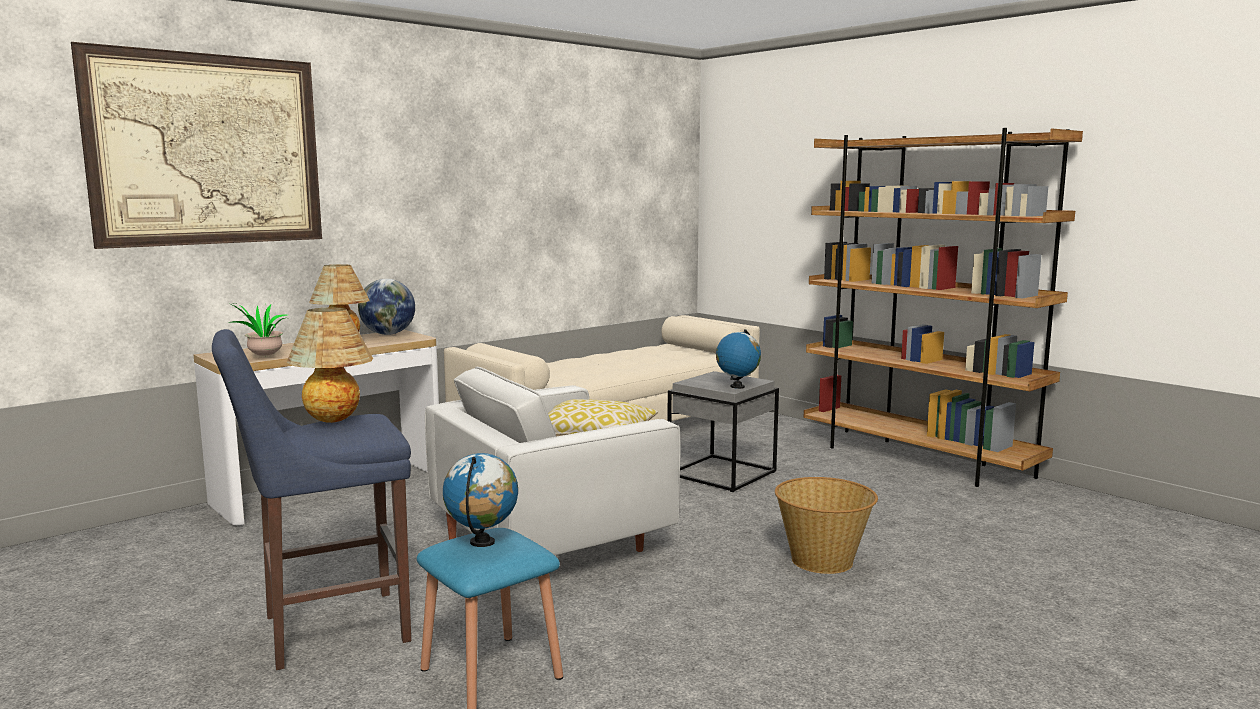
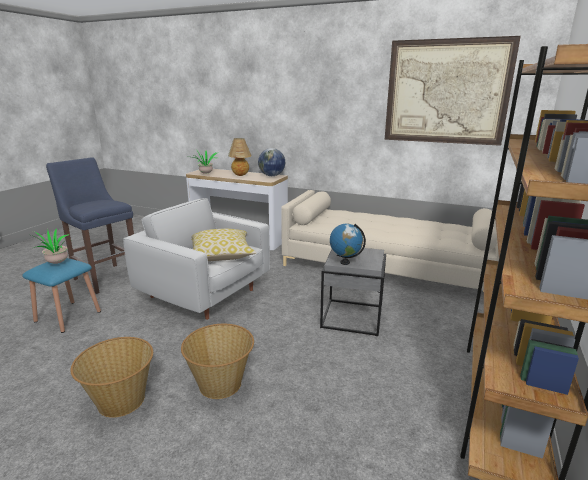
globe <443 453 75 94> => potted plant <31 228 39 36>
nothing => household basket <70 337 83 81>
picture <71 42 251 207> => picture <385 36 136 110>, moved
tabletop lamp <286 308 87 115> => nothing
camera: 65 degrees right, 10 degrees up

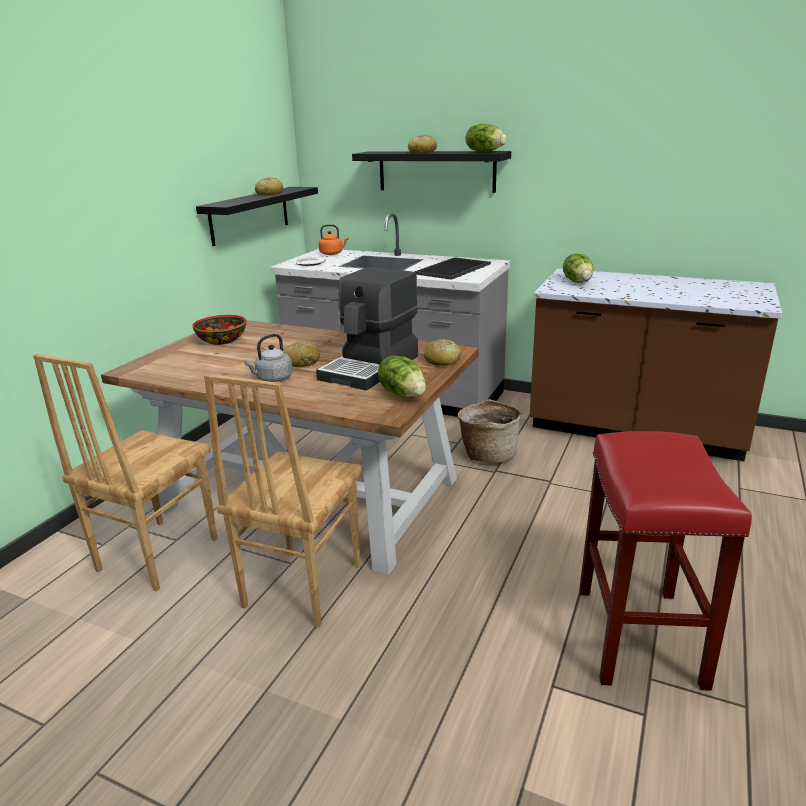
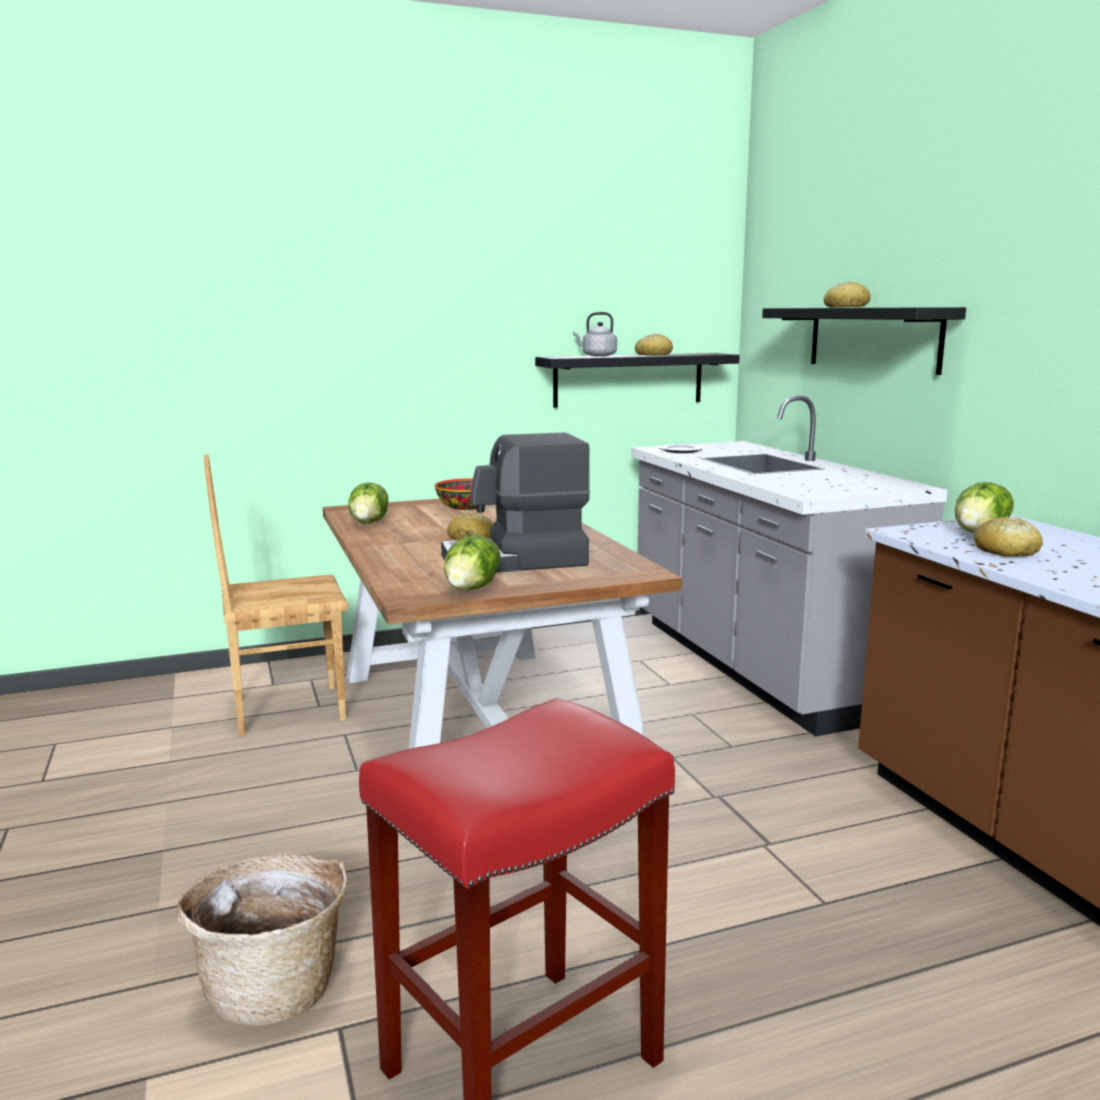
household basket <458 399 63 64> => household basket <177 855 171 171>, moved
lettuce head <465 124 42 28> => lettuce head <349 482 40 41>, moved
greyish water kettle <244 334 49 48> => greyish water kettle <573 312 44 44>, moved
baked bread <424 339 37 27> => baked bread <974 516 69 41>, moved
brownish plain chair <204 374 159 254> => nothing
orangey water kettle <318 224 31 31> => nothing
serving tray <414 257 77 23> => nothing
camera: 45 degrees right, 10 degrees down

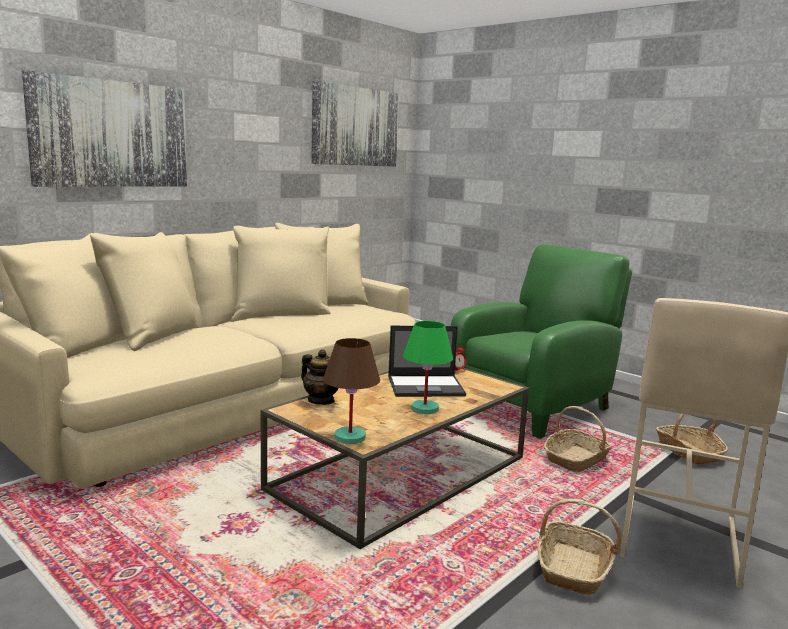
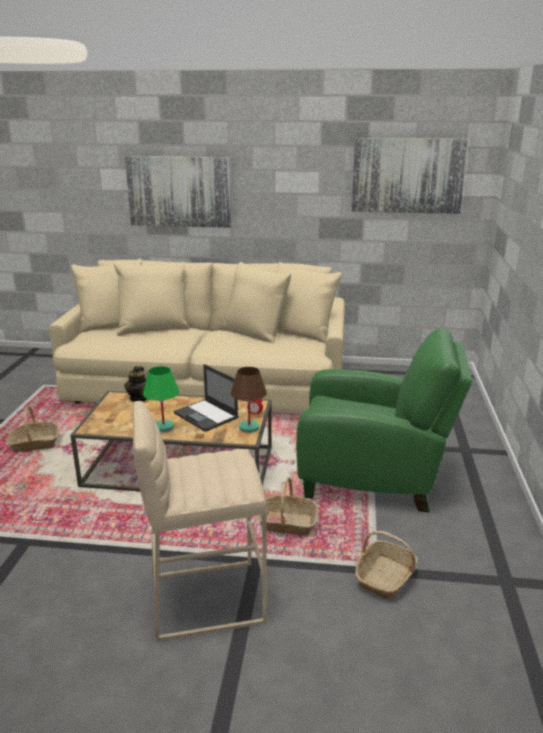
household basket <537 499 84 96> => household basket <7 406 52 46>, moved
brownish tabletop lamp <323 338 57 106> => brownish tabletop lamp <231 367 36 66>, moved
camera: 55 degrees right, 10 degrees up

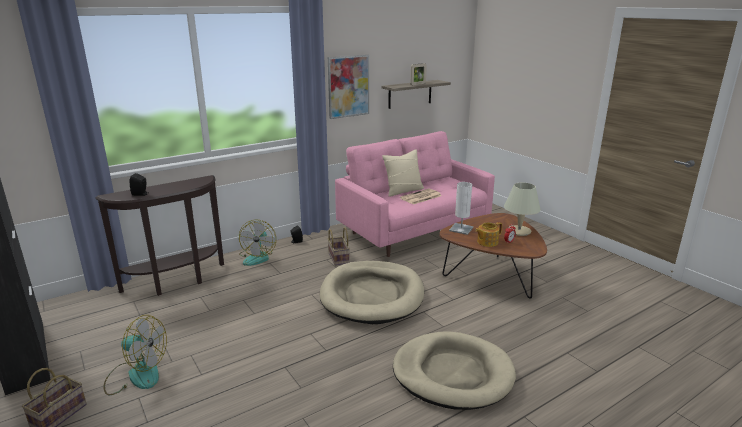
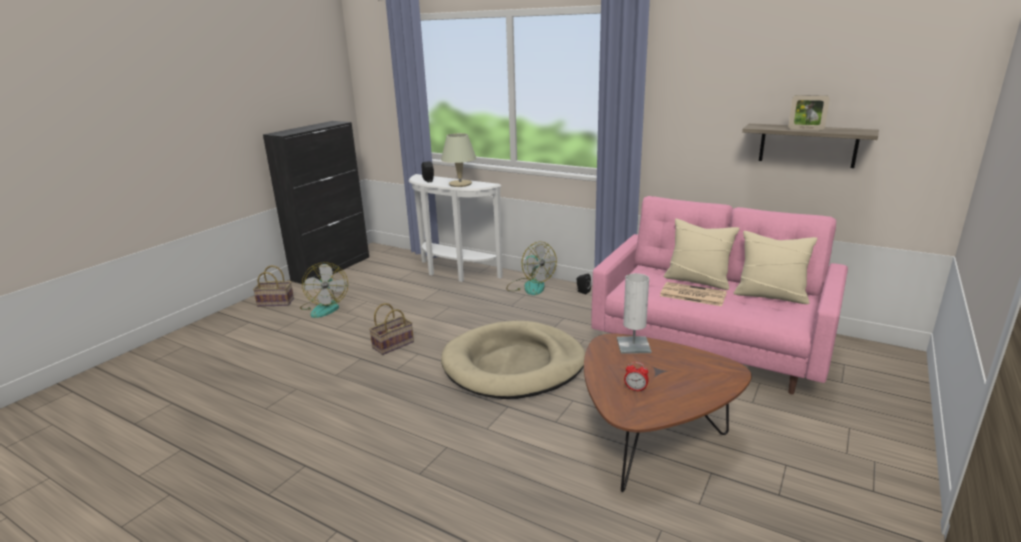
household basket <328 227 22 39> => household basket <369 303 45 52>, moved
brownish hall table <95 175 129 121> => white hall table <409 174 94 108>
sand-coloured tabletop lamp <504 182 37 54> => sand-coloured tabletop lamp <441 133 35 54>, moved
electric fan <239 219 37 47> => electric fan <506 242 51 53>, 105 degrees counterclockwise
nothing => sand-coloured pillow <734 231 83 73>
picture <328 55 41 64> => nothing
sand-coloured dog cushion <393 332 123 78> => nothing
teapot <475 222 27 25> => nothing
camera: 65 degrees right, 0 degrees up

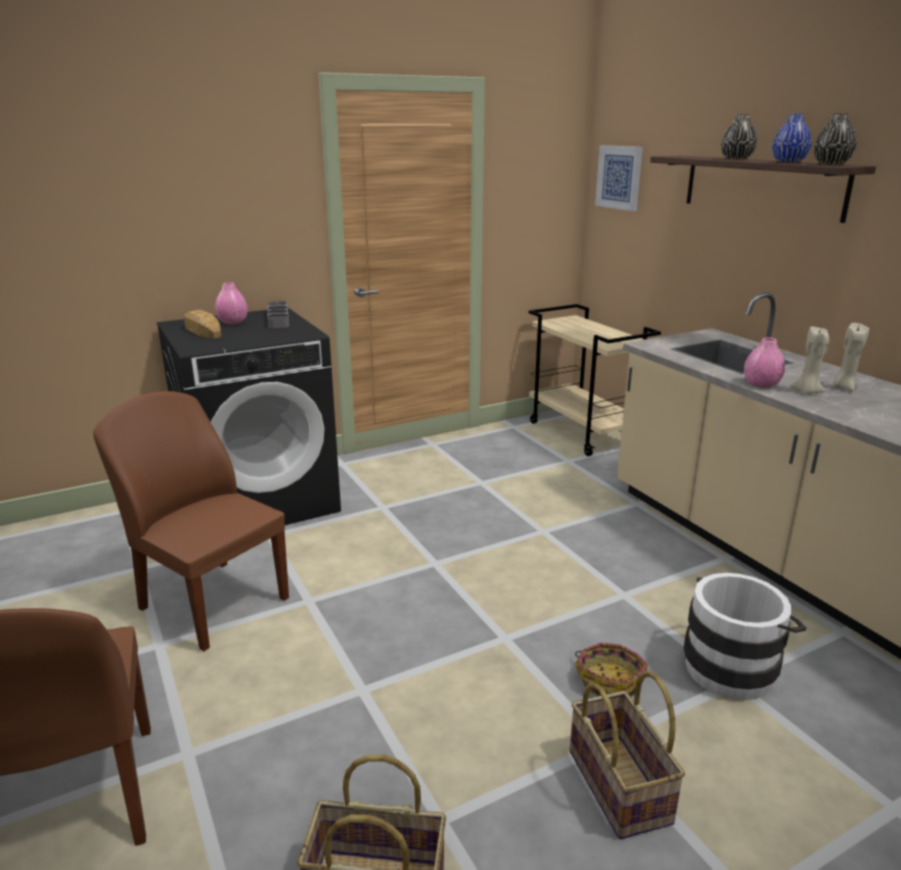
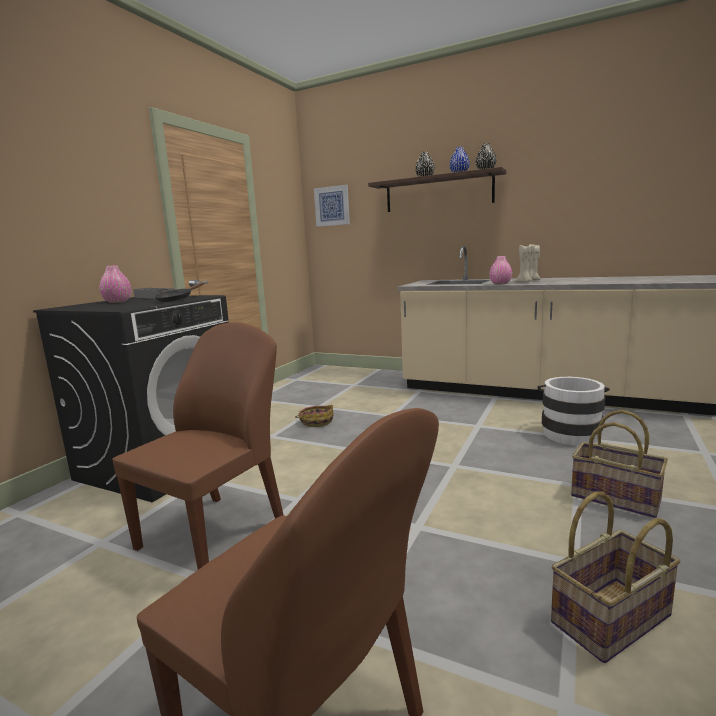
brownish plain chair <93 391 196 260> => brownish plain chair <112 322 172 248>, 120 degrees clockwise
nothing => blackish skillet <154 282 50 20>
household basket <575 643 73 54> => household basket <295 405 39 22>, moved
baked bread <184 310 37 28> => nothing
sand-coloured wheeled cart <529 304 132 152> => nothing
camera: 35 degrees left, 10 degrees down

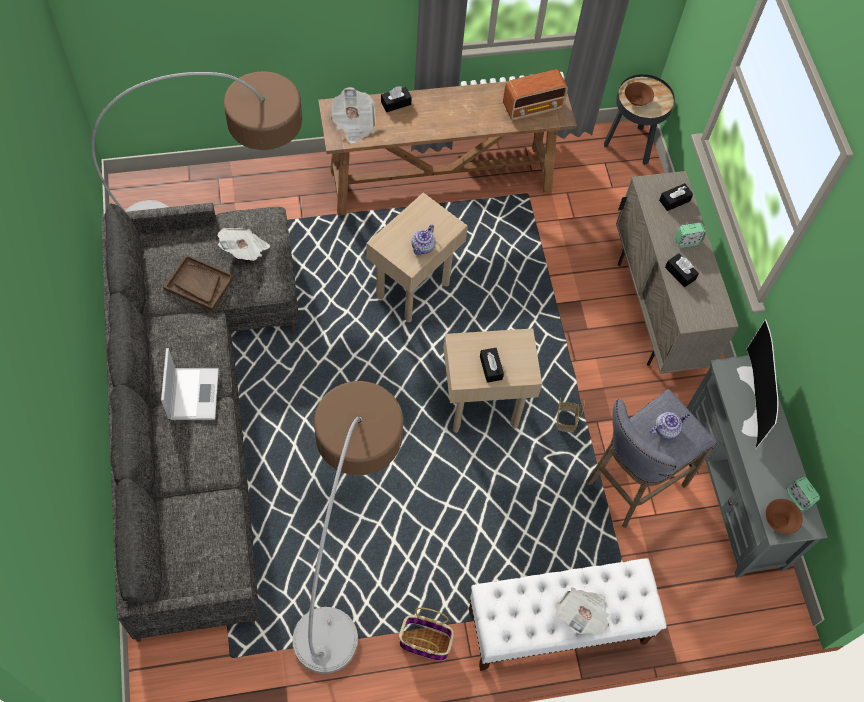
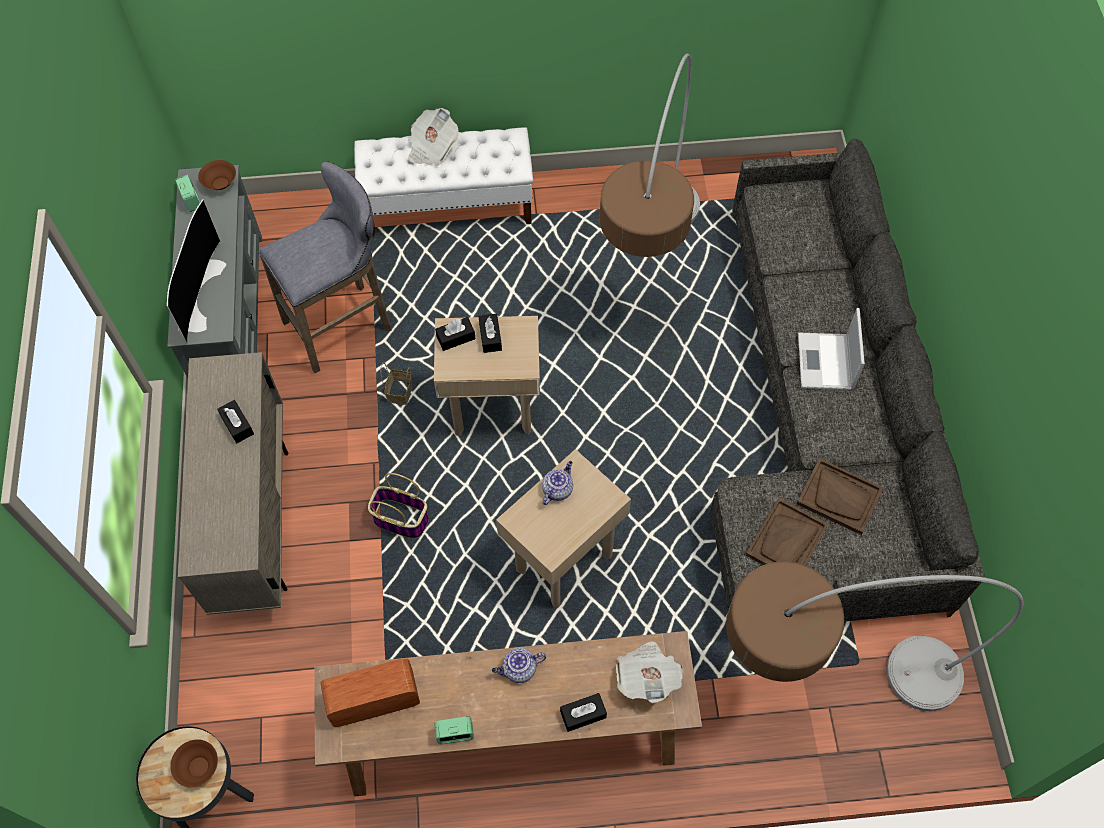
household basket <399 607 55 54> => household basket <368 473 61 66>, moved
table clock <675 223 31 25> => table clock <434 717 40 27>, moved
blackish box of tissues <659 183 34 28> => blackish box of tissues <435 317 40 34>, moved
teapot <649 412 41 27> => teapot <492 648 54 35>, moved
printed paper <217 228 53 33> => brownish serving tray <746 498 82 68>
camera: 170 degrees left, 0 degrees up

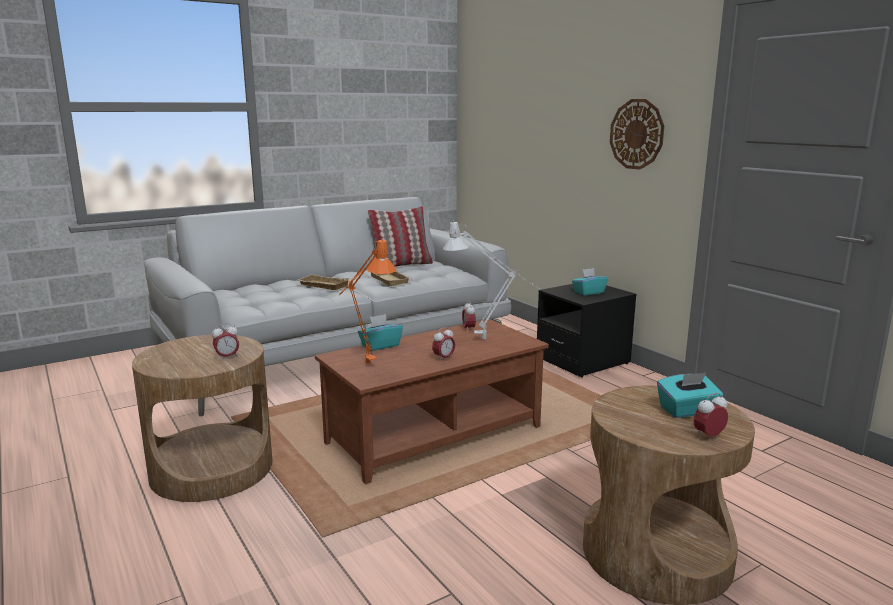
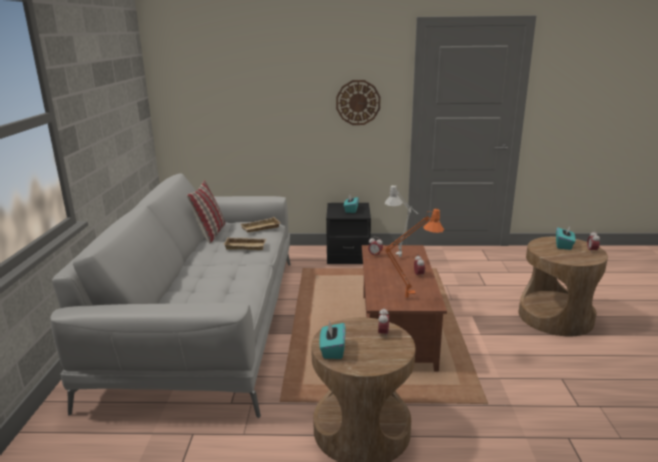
sand-coloured serving tray <297 274 53 16> => sand-coloured serving tray <241 217 40 15>, moved
turquoise-coloured box of tissues <358 314 45 37> => turquoise-coloured box of tissues <319 320 26 39>, moved
camera: 55 degrees left, 5 degrees up

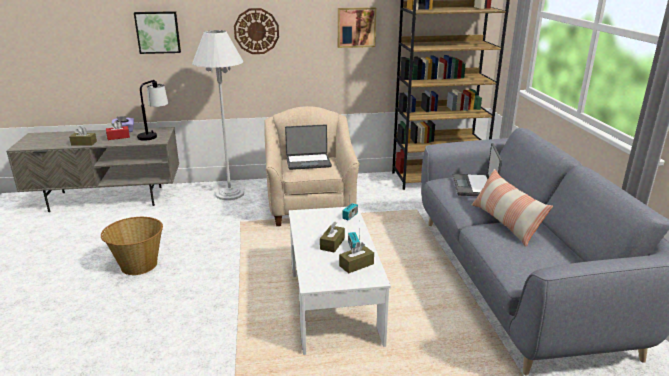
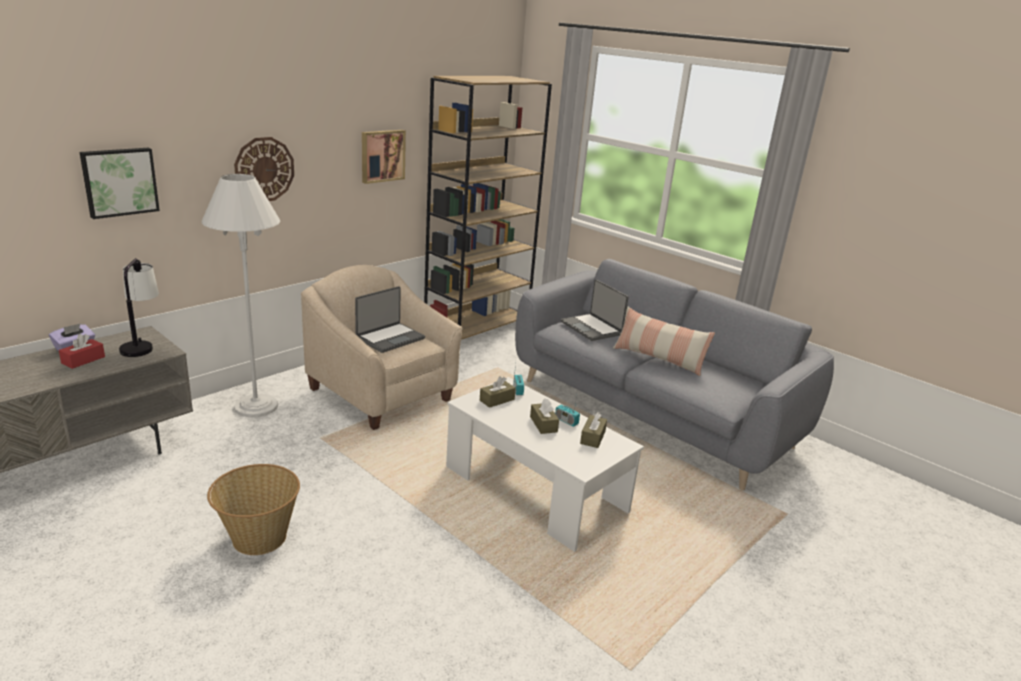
brownish box of tissues <69 126 28 19> => brownish box of tissues <480 376 36 32>, moved
camera: 40 degrees left, 0 degrees up

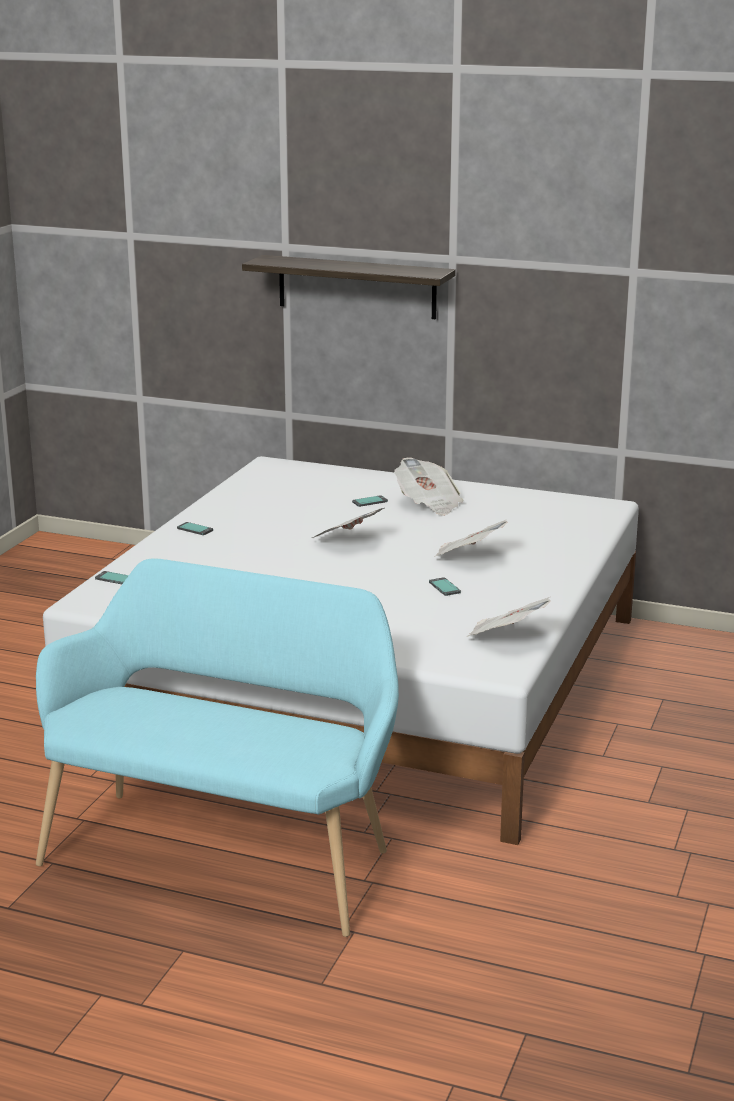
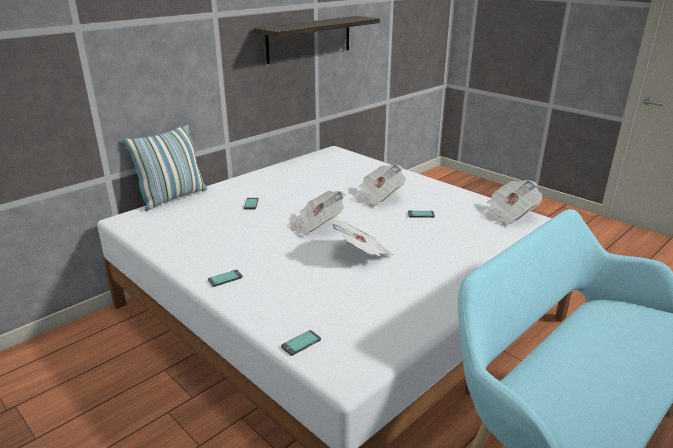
nothing => pillow <123 124 85 87>
bracket shelf <242 255 214 64> => bracket shelf <254 16 126 48>, moved
printed paper <394 457 70 59> => printed paper <329 221 65 35>, moved
camera: 65 degrees left, 5 degrees up

